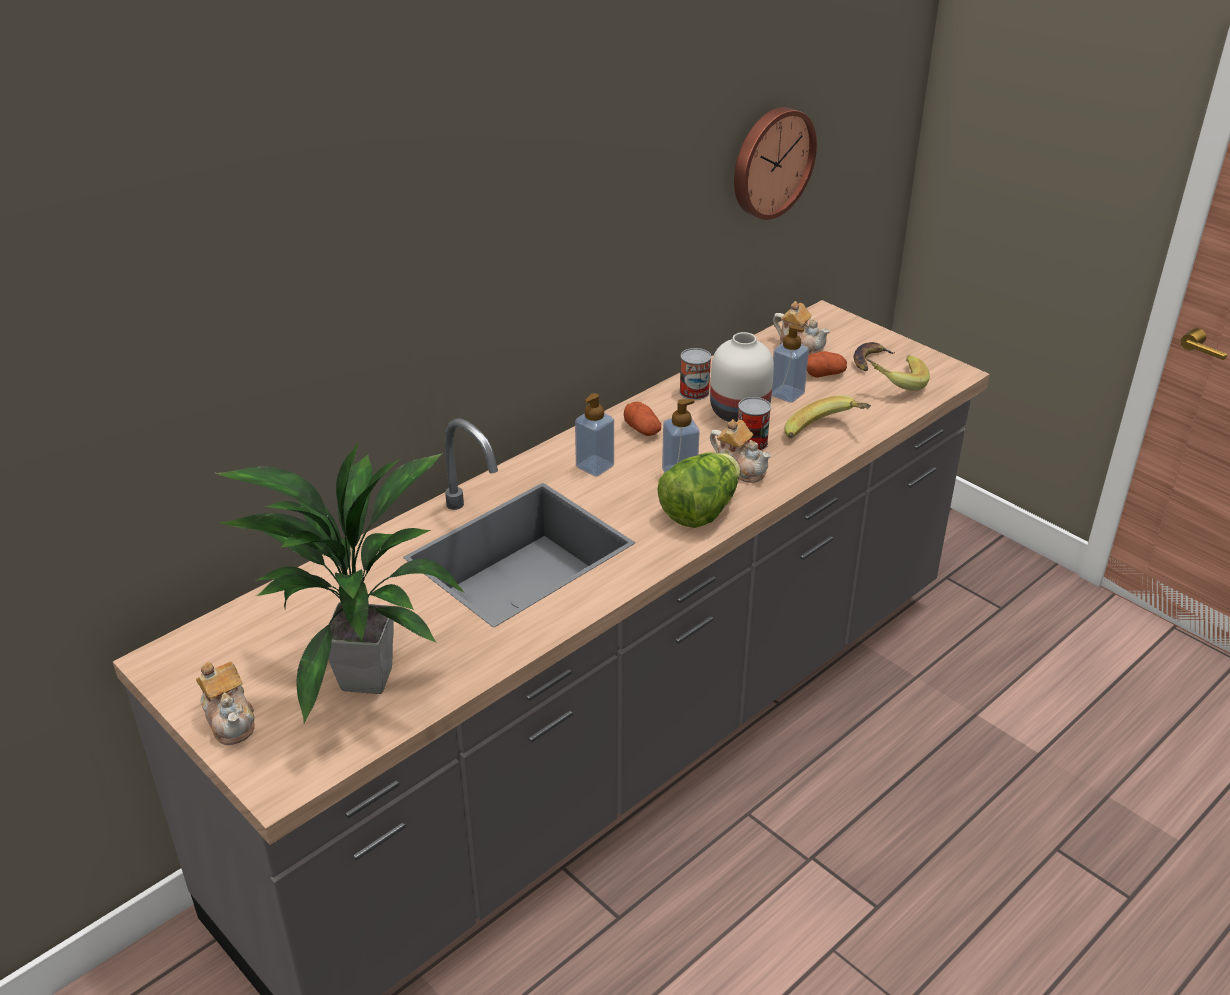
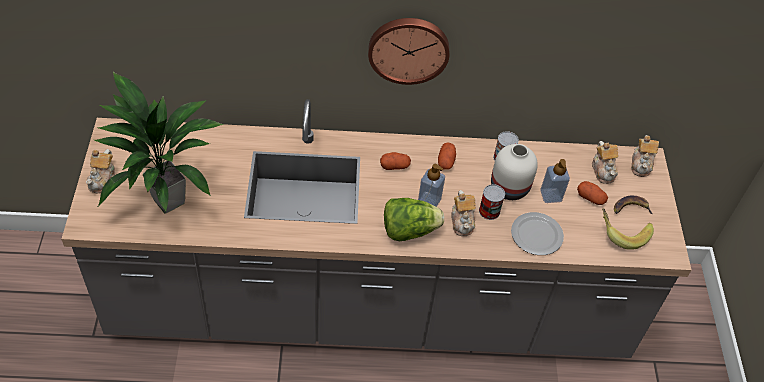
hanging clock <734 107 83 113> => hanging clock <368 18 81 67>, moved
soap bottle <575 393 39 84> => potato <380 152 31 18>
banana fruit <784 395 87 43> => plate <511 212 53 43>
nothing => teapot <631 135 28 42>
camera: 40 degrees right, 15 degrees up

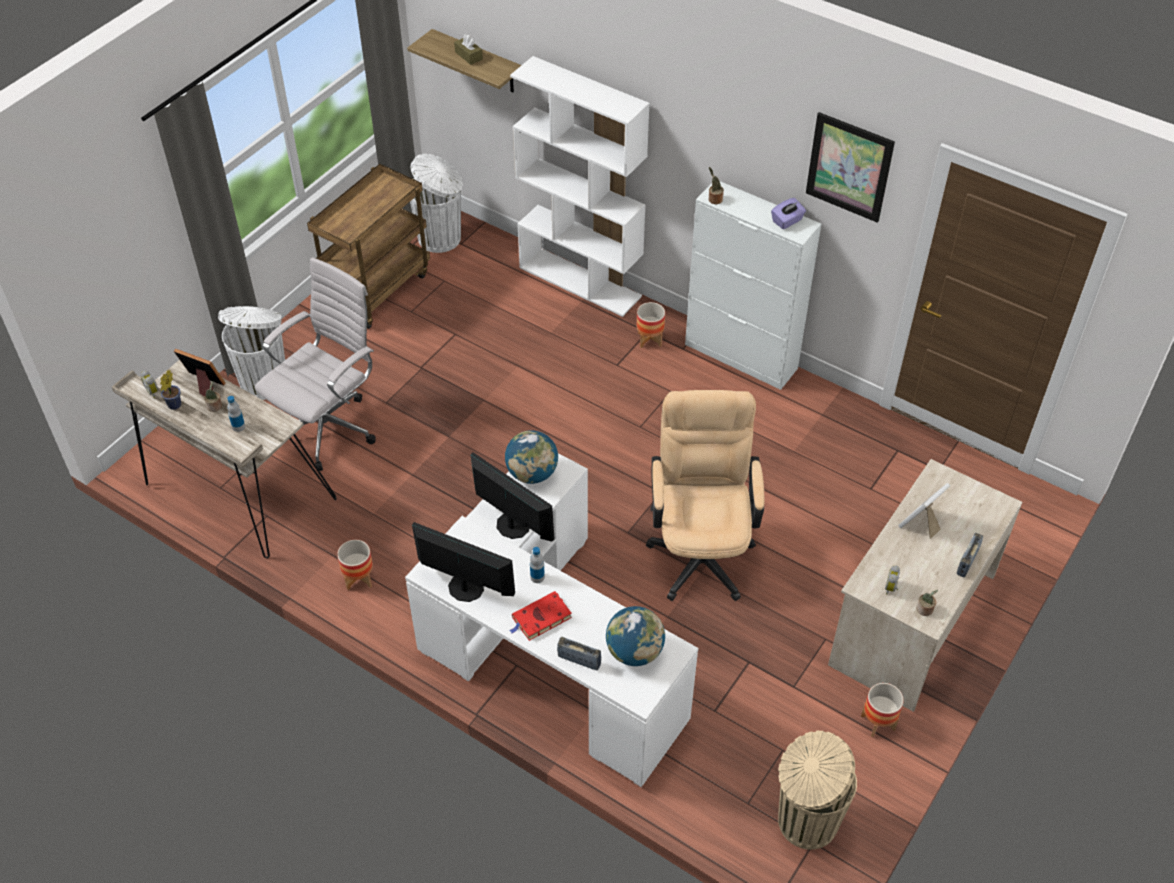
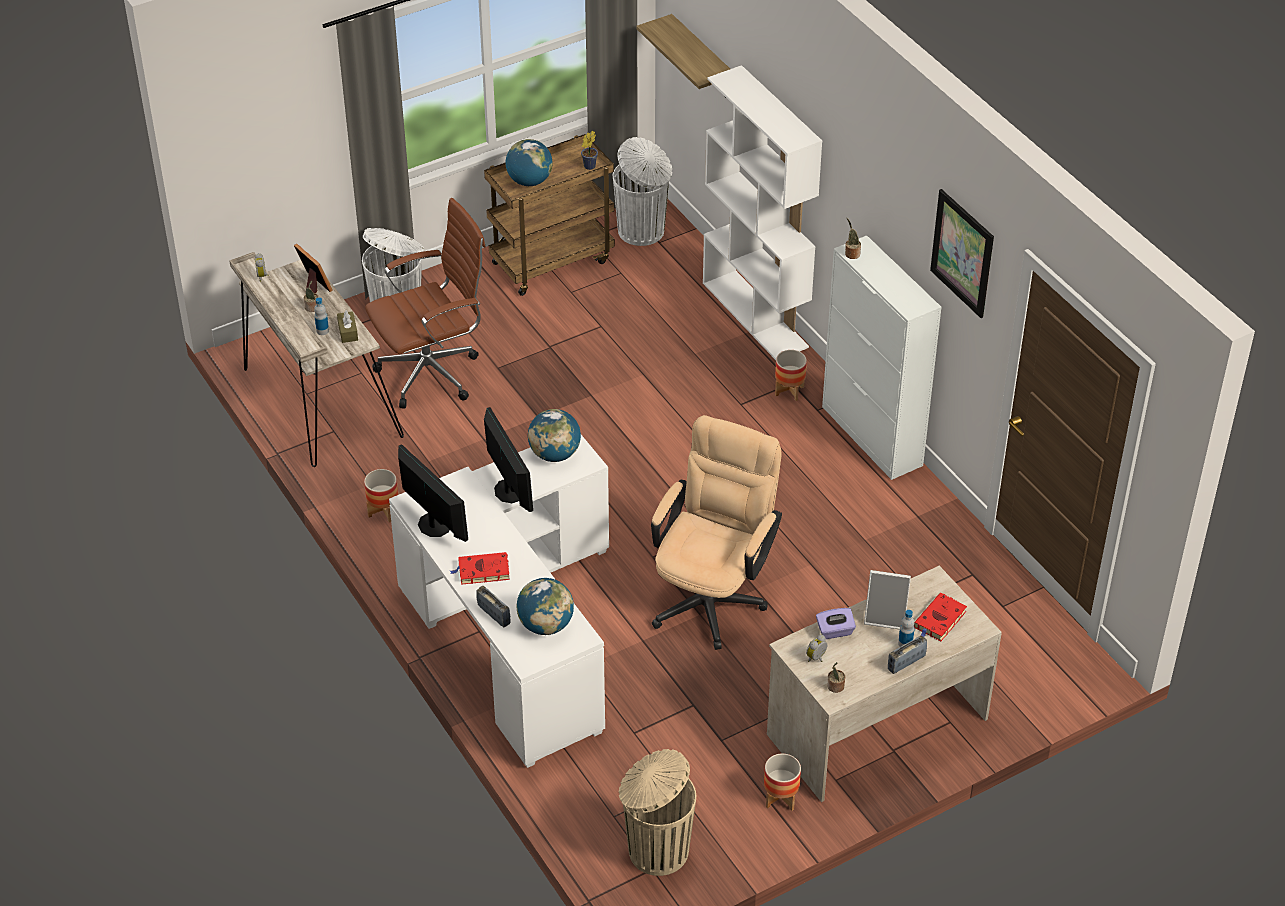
brownish box of tissues <454 34 29 31> => brownish box of tissues <337 310 21 33>, moved
white desk chair <255 257 121 214> => brownish desk chair <365 198 121 211>
nothing => globe <506 139 46 47>
potted plant <160 370 21 40> => potted plant <581 131 17 39>, moved
purple box of tissues <771 198 35 31> => purple box of tissues <816 608 40 31>, moved
photo frame <898 483 52 56> => photo frame <864 570 47 60>, 150 degrees counterclockwise
beverage bottle <530 547 15 36> => beverage bottle <898 610 16 37>, moved
nothing => reddish volume <914 593 53 48>
camera: 25 degrees right, 5 degrees down

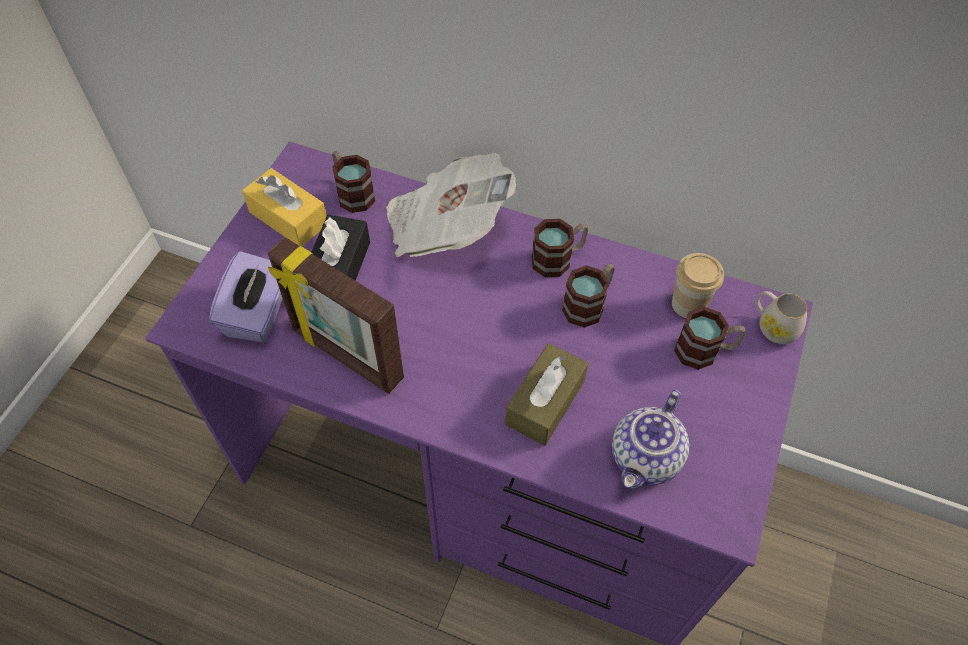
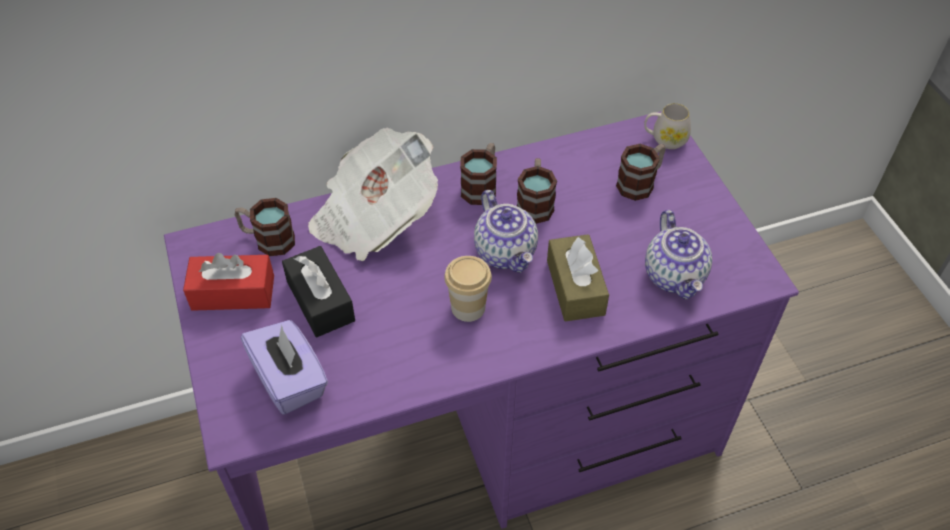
yellow box of tissues <242 168 85 78> => reddish box of tissues <183 253 91 58>
cup <672 253 52 65> => cup <444 256 48 66>, moved
nothing => teapot <474 190 64 83>
photo frame <268 237 136 157> => nothing
camera: 40 degrees left, 5 degrees down

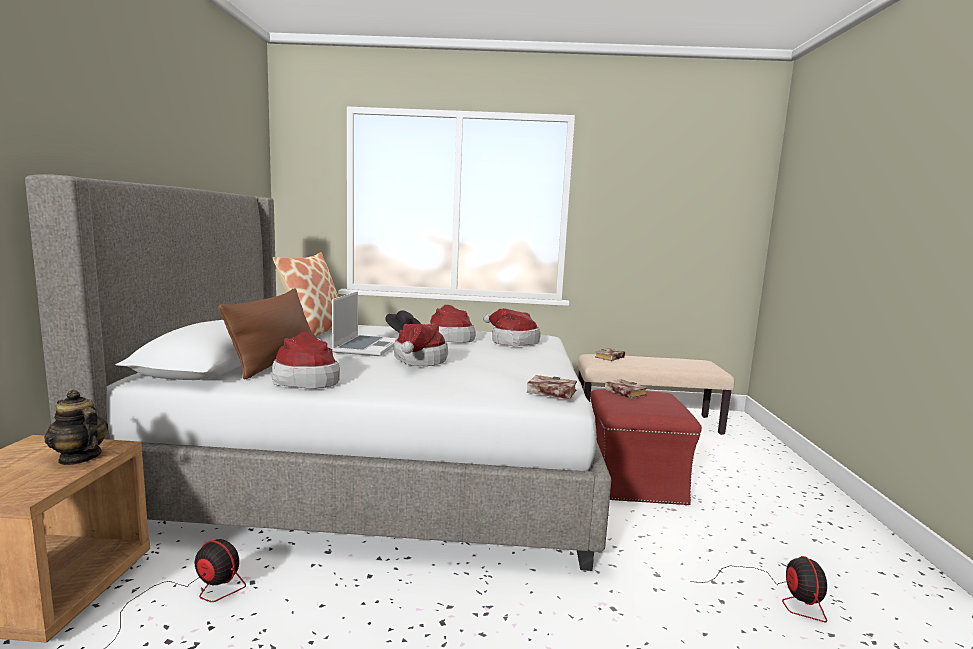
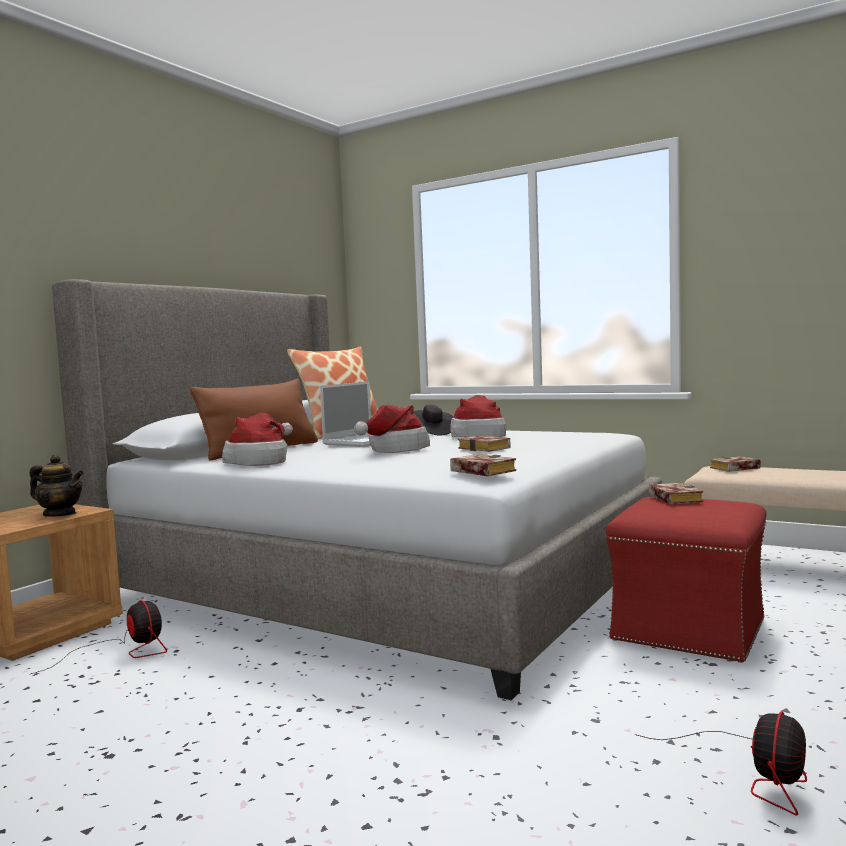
teapot <44 390 64 75> => teapot <29 454 55 63>, 135 degrees clockwise
nothing => volume <458 435 52 17>
hat <483 308 57 38> => nothing
camera: 30 degrees right, 5 degrees down

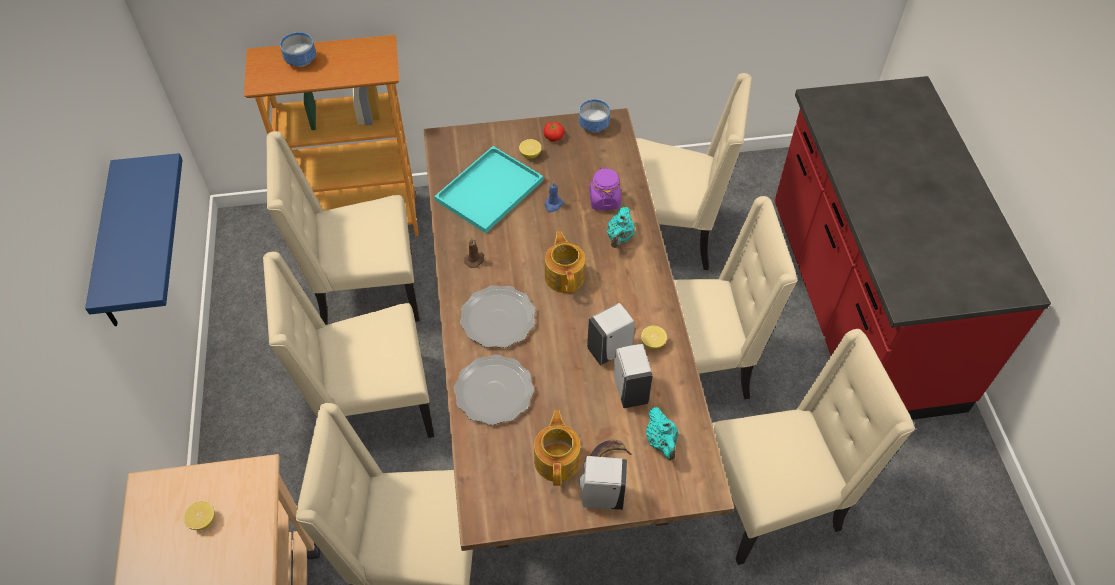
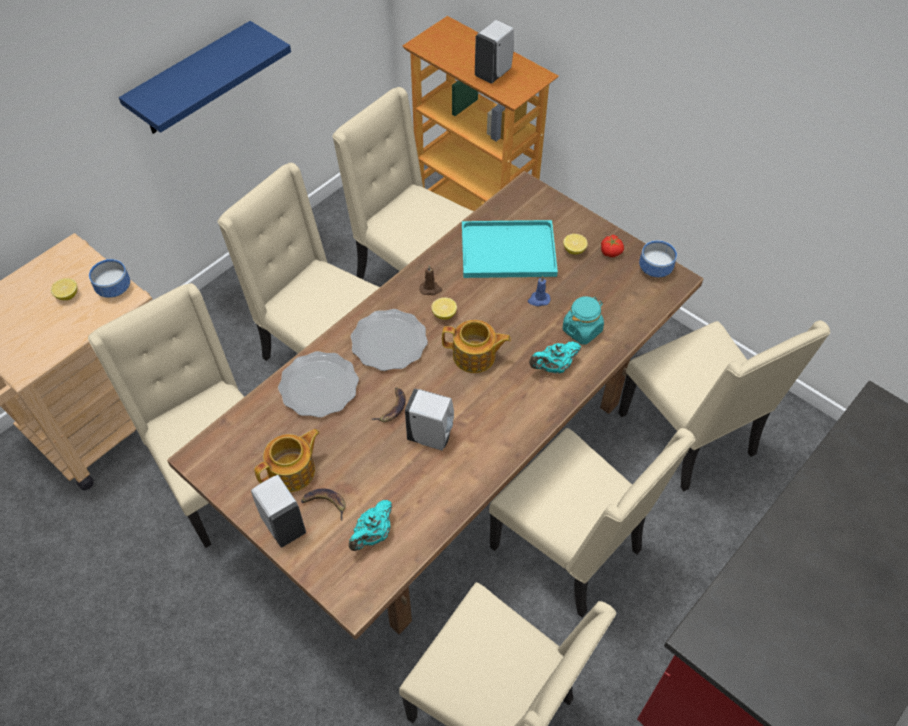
bowl <280 32 36 35> => bowl <89 259 41 39>, moved
nothing => banana fruit <372 387 34 35>
lemon <641 326 26 23> => lemon <431 297 26 23>, moved
teapot <545 231 40 62> => teapot <442 320 69 53>, 60 degrees clockwise
white soap bottle <614 344 39 64> => white soap bottle <475 20 39 64>, moved
purple preserve jar <589 167 32 43> => turquoise-coloured preserve jar <563 296 41 49>
camera: 50 degrees right, 0 degrees up

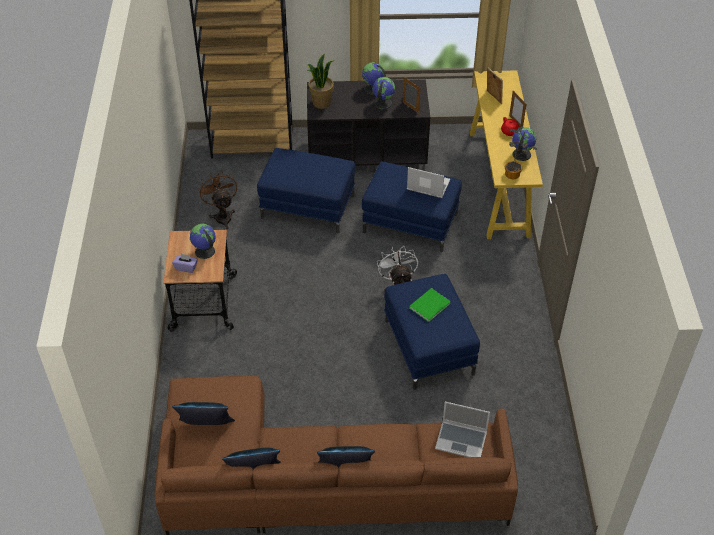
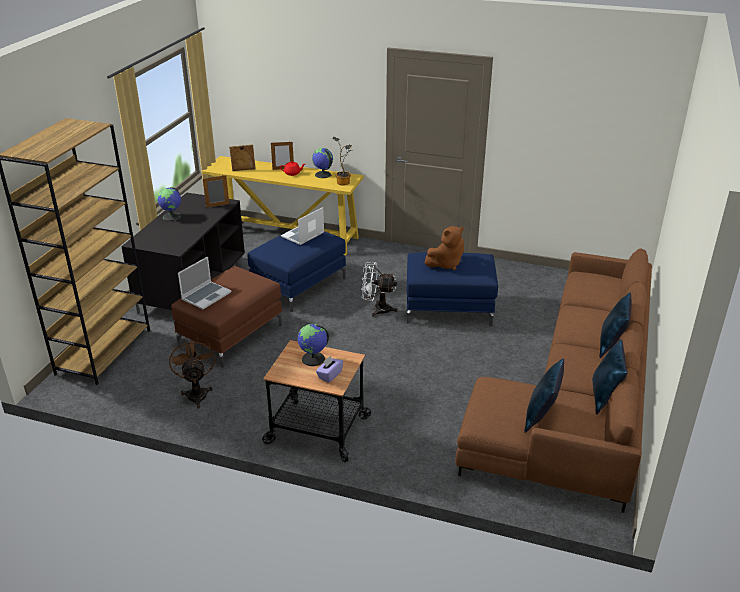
brownish electric fan <198 172 39 57> => brownish electric fan <169 337 46 71>, 75 degrees clockwise
blue-coloured pouffe <257 148 98 85> => brownish pouffe <171 266 111 102>
portable computer <435 402 55 55> => portable computer <178 256 54 53>, moved
green volume <409 288 42 34> => brownish cuddly toy <425 226 39 44>
potted plant <307 53 27 56> => nothing
globe <373 77 22 32> => nothing
camera: 70 degrees left, 15 degrees down

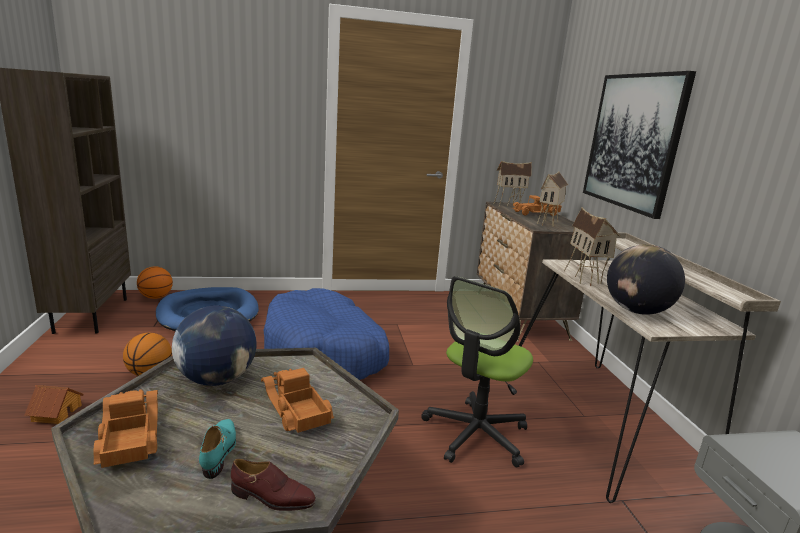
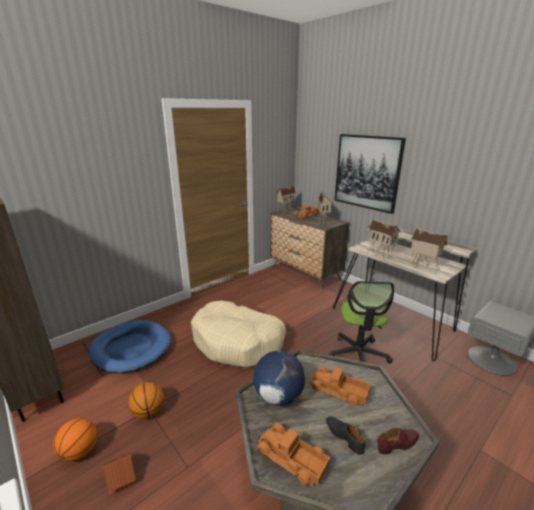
basketball ball <137 266 36 33> => basketball ball <53 418 44 44>, moved
blue-coloured dog cushion <264 288 125 92> => sand-coloured dog cushion <191 300 95 68>
turquoise-coloured low shoe <199 419 37 60> => blackish low shoe <326 416 39 39>
globe <607 244 78 71> => miniature house <410 228 37 46>
camera: 30 degrees left, 5 degrees up

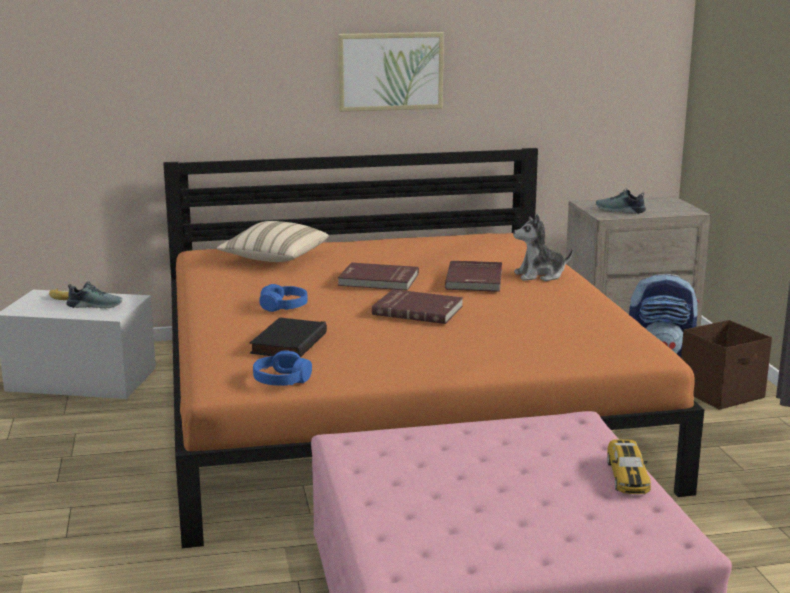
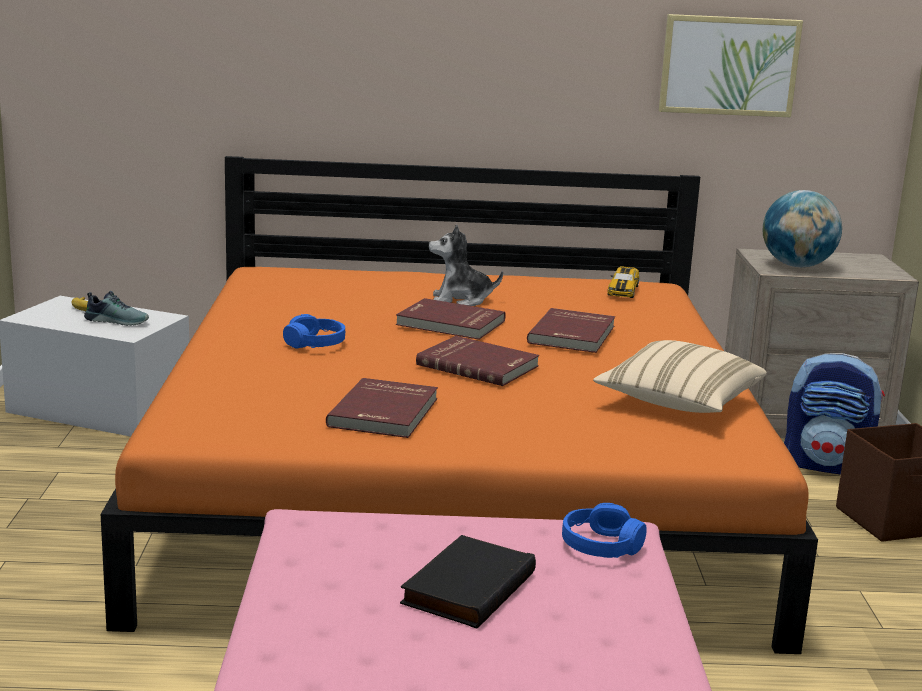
nothing => reddish volume <326 378 112 60>
blackish volume <249 317 78 41> => blackish volume <400 535 136 94>, moved
cuddly toy <513 214 60 67> => cuddly toy <429 224 74 82>, moved
blue-coloured headset <253 350 59 36> => blue-coloured headset <562 503 85 55>, moved
sand-coloured pillow <217 221 112 41> => sand-coloured pillow <593 340 174 73>, moved
miniature car <607 439 44 55> => miniature car <608 266 31 32>, moved
picture <338 32 106 80> => picture <659 14 144 103>, moved
low shoe <596 188 50 26> => globe <763 190 79 77>
camera: 10 degrees right, 0 degrees up

